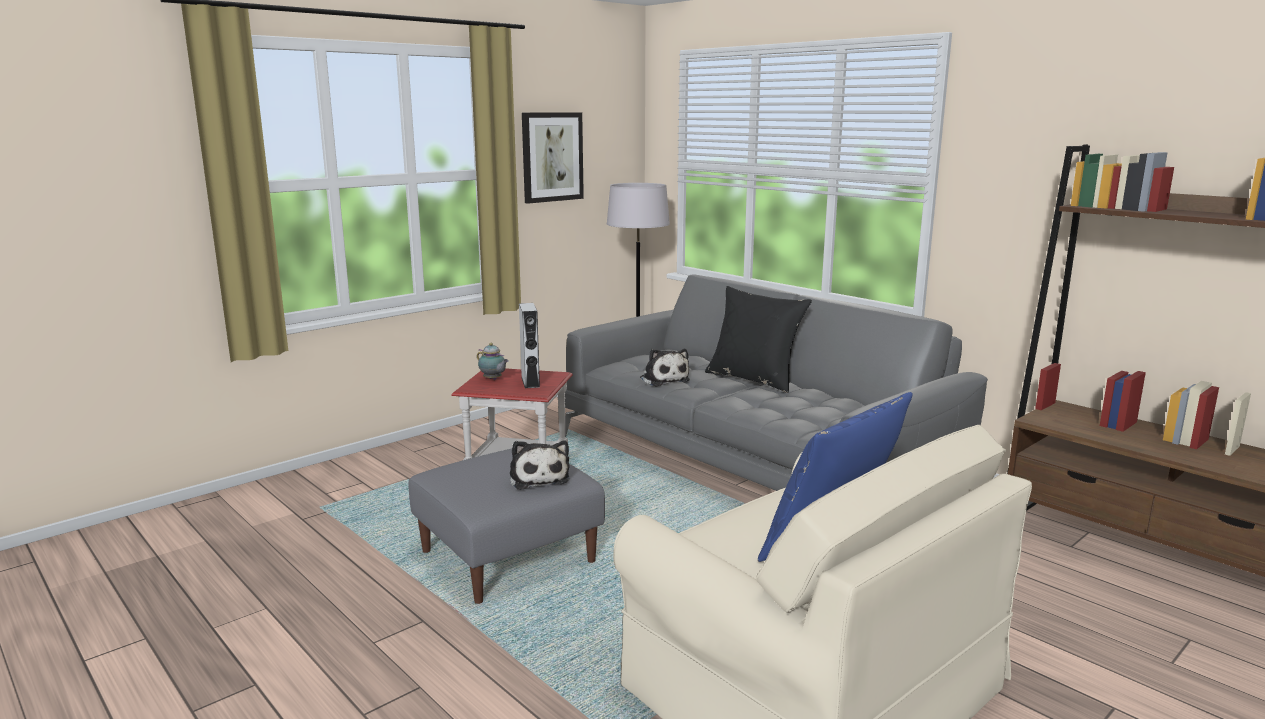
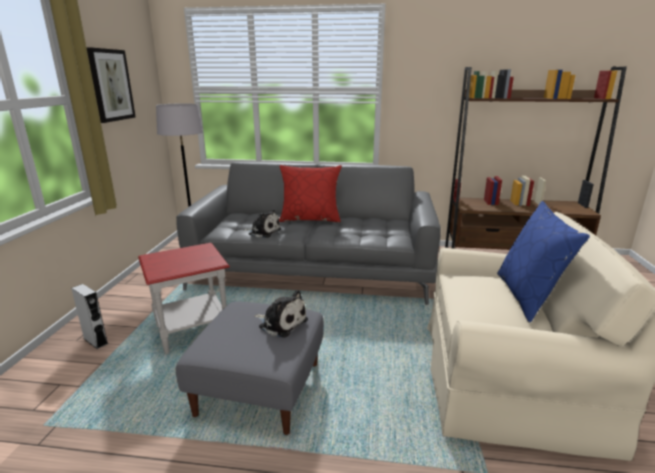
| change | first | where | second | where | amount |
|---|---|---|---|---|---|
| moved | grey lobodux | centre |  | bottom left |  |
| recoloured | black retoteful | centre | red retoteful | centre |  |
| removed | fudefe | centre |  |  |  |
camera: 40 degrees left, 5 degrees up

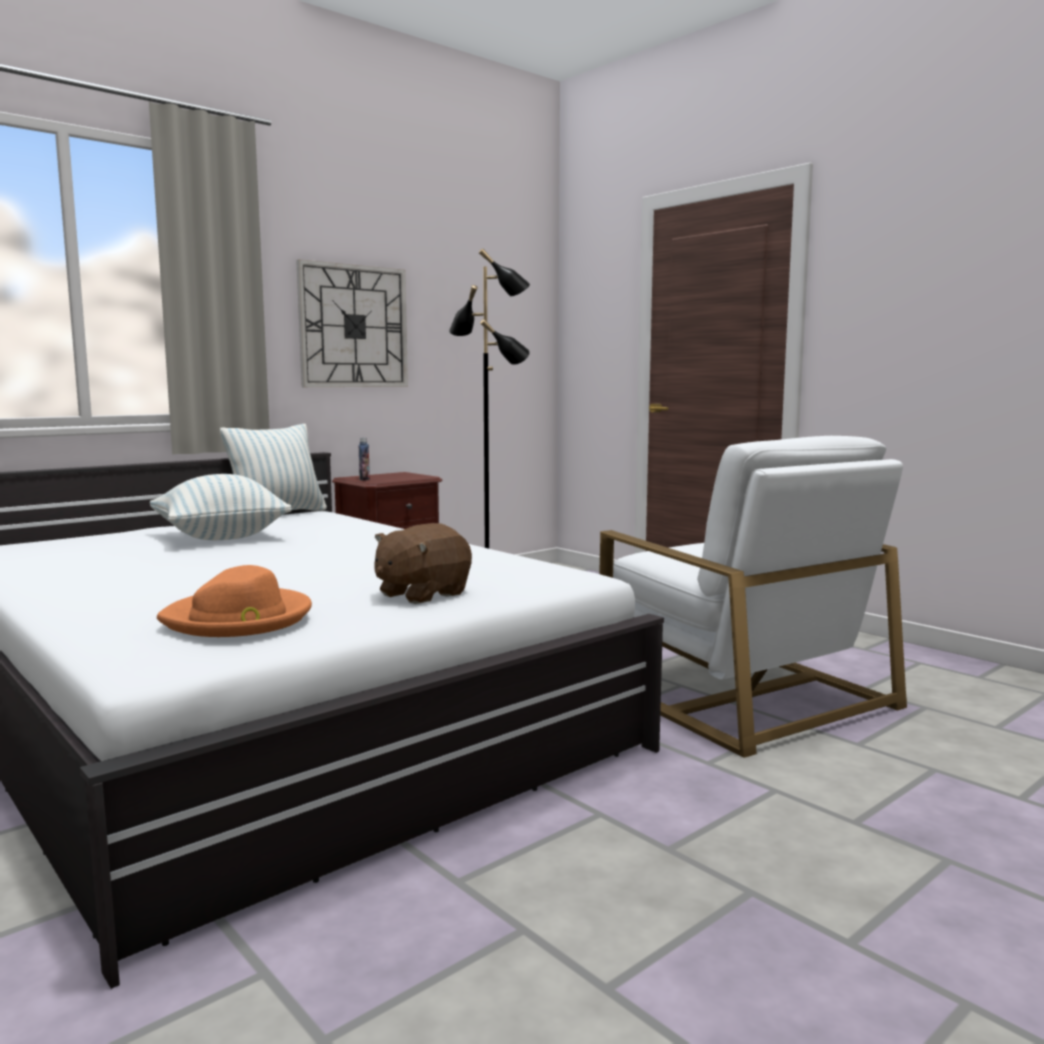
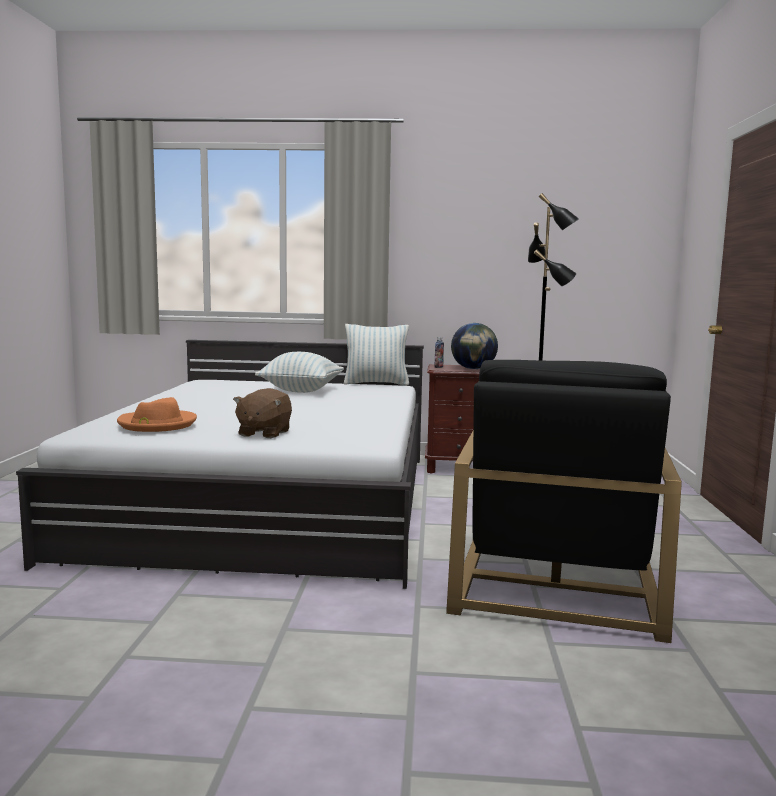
| change | first | where | second | where | amount |
|---|---|---|---|---|---|
| turned | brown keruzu | centre |  | centre | 75 degrees counterclockwise |
| recoloured | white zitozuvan | middle right | black zitozuvan | middle right |  |
| added |  |  | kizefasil | centre |  |
| removed | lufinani | top centre |  |  |  |
camera: 45 degrees right, 0 degrees up

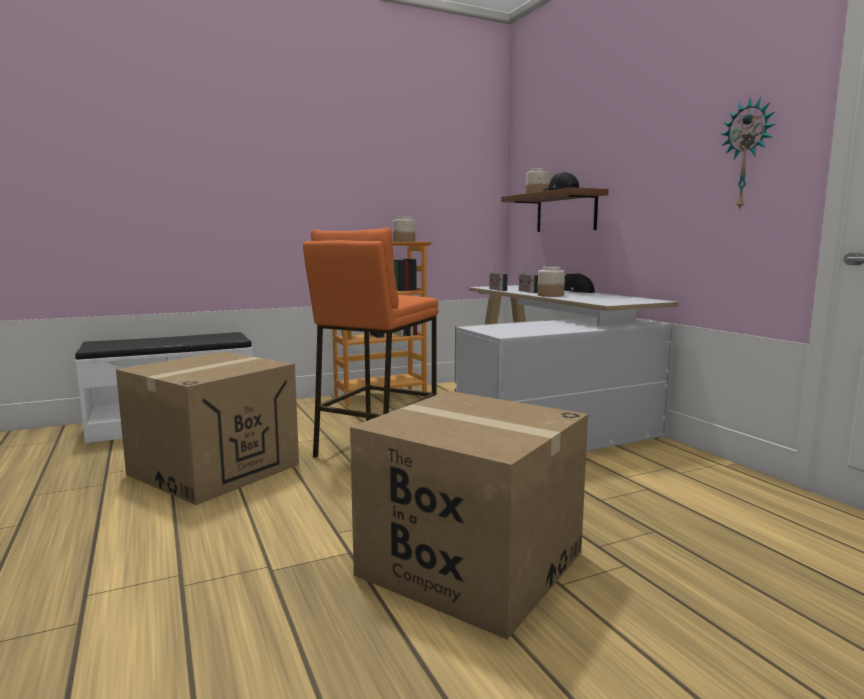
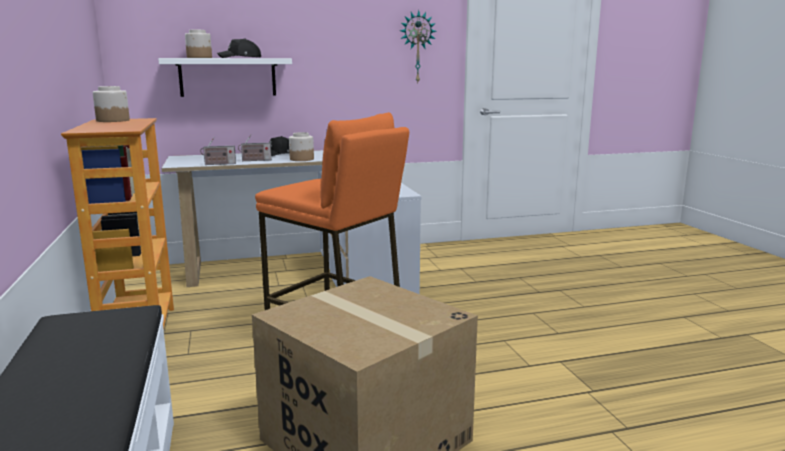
| change | first | where | second | where | amount |
|---|---|---|---|---|---|
| recoloured | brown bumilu | top centre | white bumilu | top left |  |
| removed | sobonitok (2nd from left) | bottom centre |  |  |  |
camera: 80 degrees left, 5 degrees up

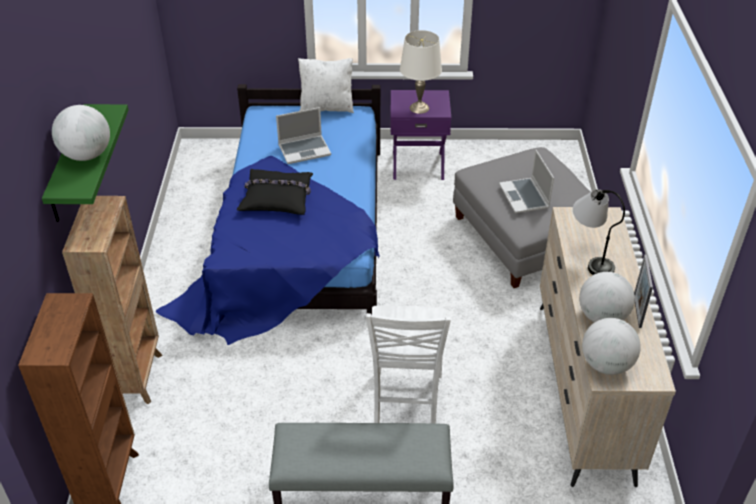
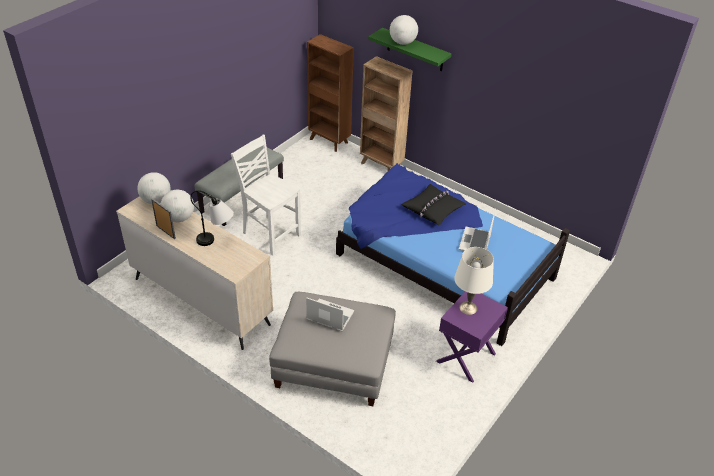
| change | first | where | second | where | amount |
|---|---|---|---|---|---|
| removed | white retoteful | top centre |  |  |  |
camera: 125 degrees right, 0 degrees up

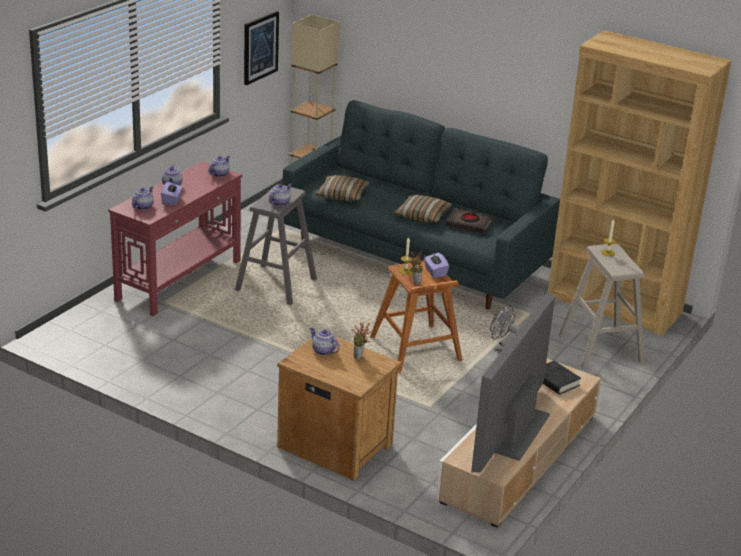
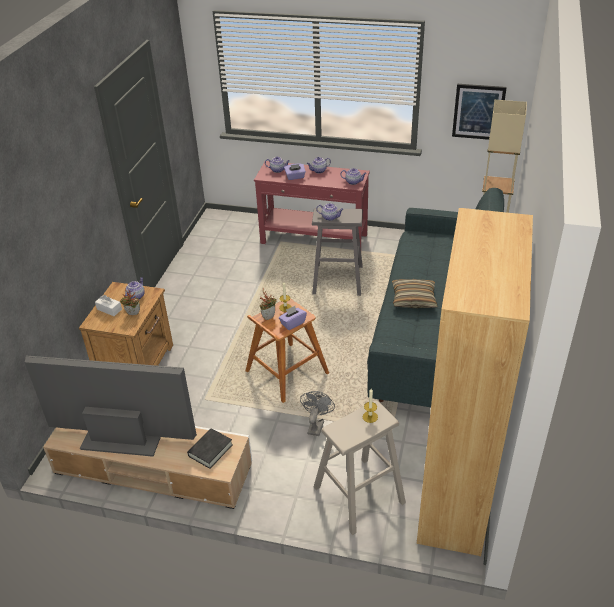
| change | first | where | second | where | amount |
|---|---|---|---|---|---|
| added |  |  | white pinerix | middle left |  |
| removed | retoteful (1st from left) | centre |  |  |  |
| removed | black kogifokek (1st from left) | centre |  |  |  |
camera: 75 degrees right, 10 degrees up

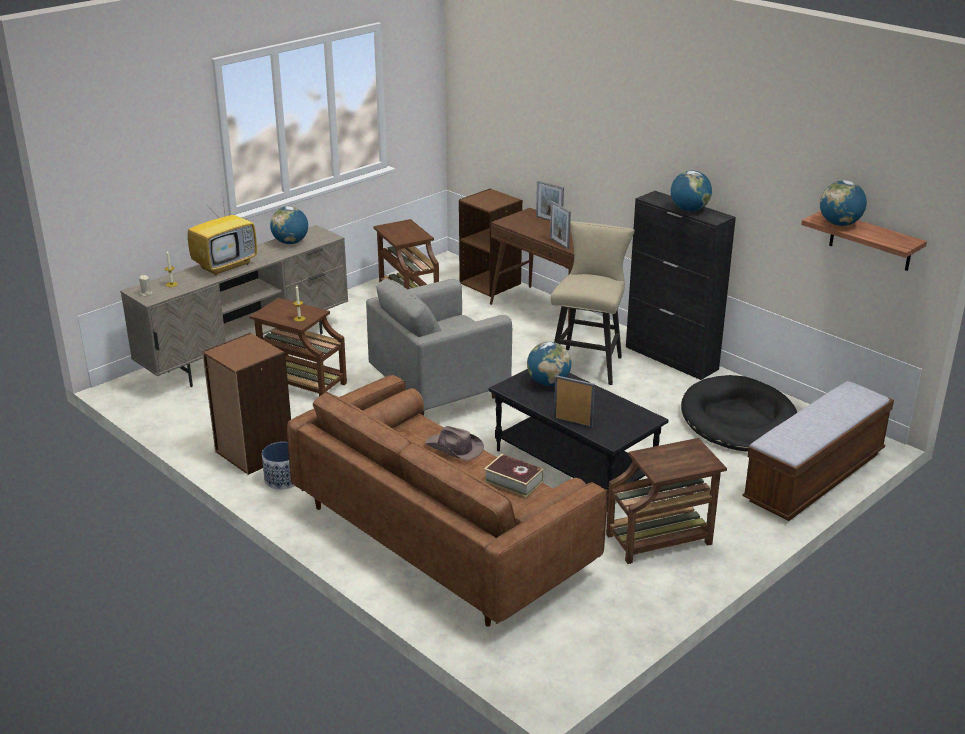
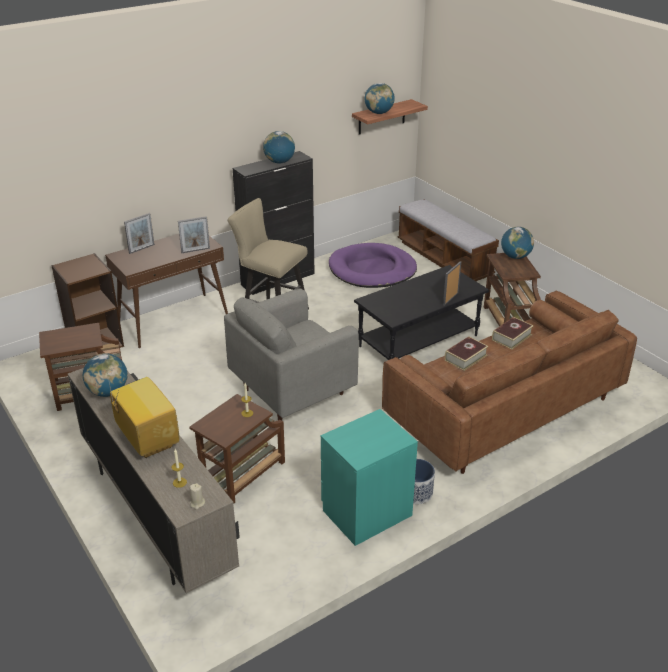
| change | first | where | second | where | amount |
|---|---|---|---|---|---|
| turned | grey zitozuvan | centre |  | centre | 75 degrees clockwise |
| replaced | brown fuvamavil (1st from left) | middle left | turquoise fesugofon | bottom centre |  |
| recoloured | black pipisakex | middle right | purple pipisakex | centre |  |
| replaced | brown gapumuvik | centre | kogifokek (1st from left) | middle right |  |
| moved | kizefasil (2nd from left in the first image) | centre | kizefasil (4th from left) | middle right |  |
camera: 80 degrees left, 5 degrees up

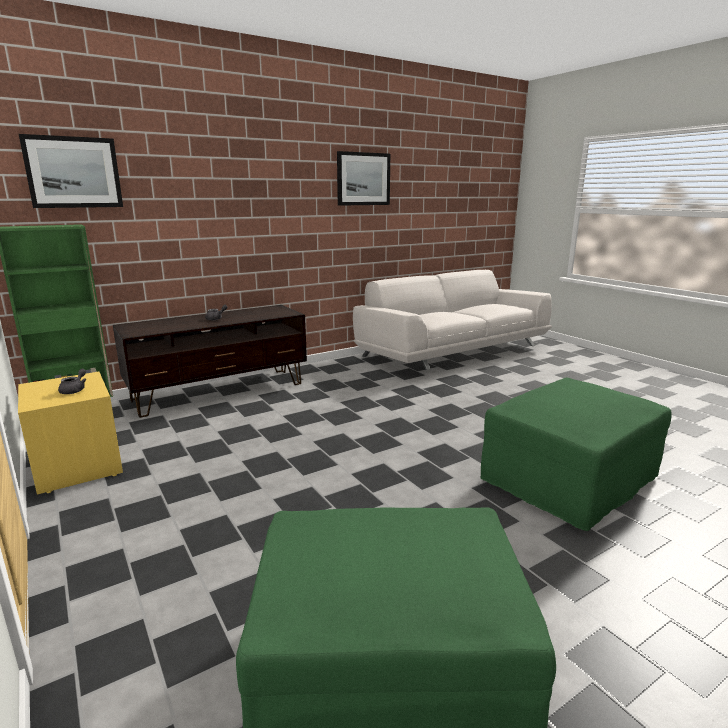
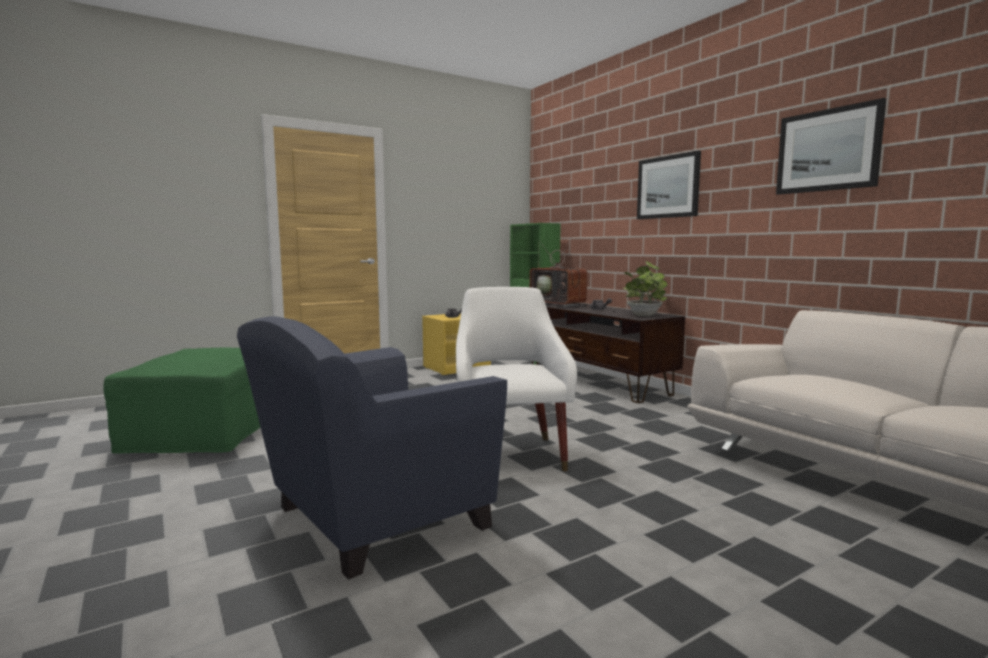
| change | first | where | second | where | amount |
|---|---|---|---|---|---|
| replaced | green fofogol (2nd from left) | middle right | blue zitozuvan | bottom centre |  |
| added |  |  | white zitozuvan | centre |  |
| added |  |  | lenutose | centre |  |
| added |  |  | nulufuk | centre |  |
| moved | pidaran (1st from left) | top left |  | top right |  |
camera: 90 degrees right, 10 degrees down

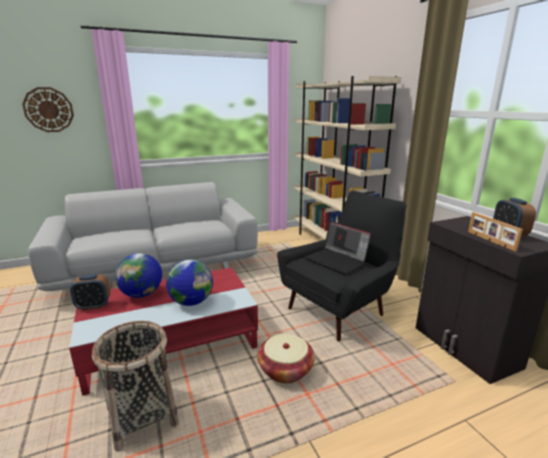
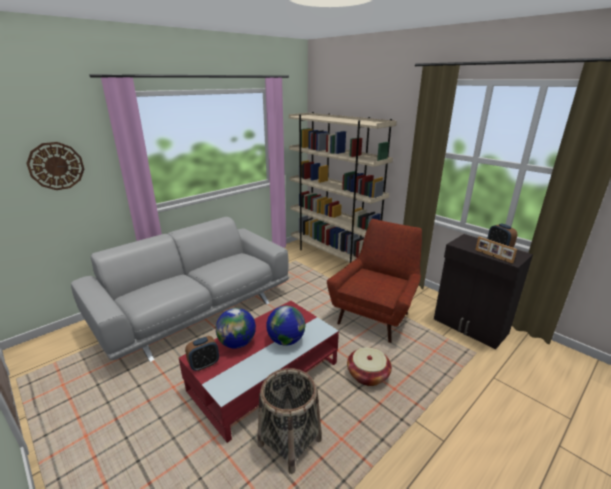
| change | first | where | second | where | amount |
|---|---|---|---|---|---|
| recoloured | black zitozuvan | centre | red zitozuvan | centre |  |
| removed | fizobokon | centre |  |  |  |
camera: 20 degrees left, 5 degrees up

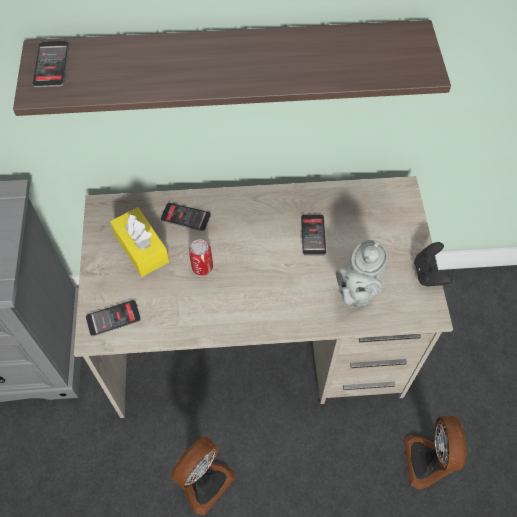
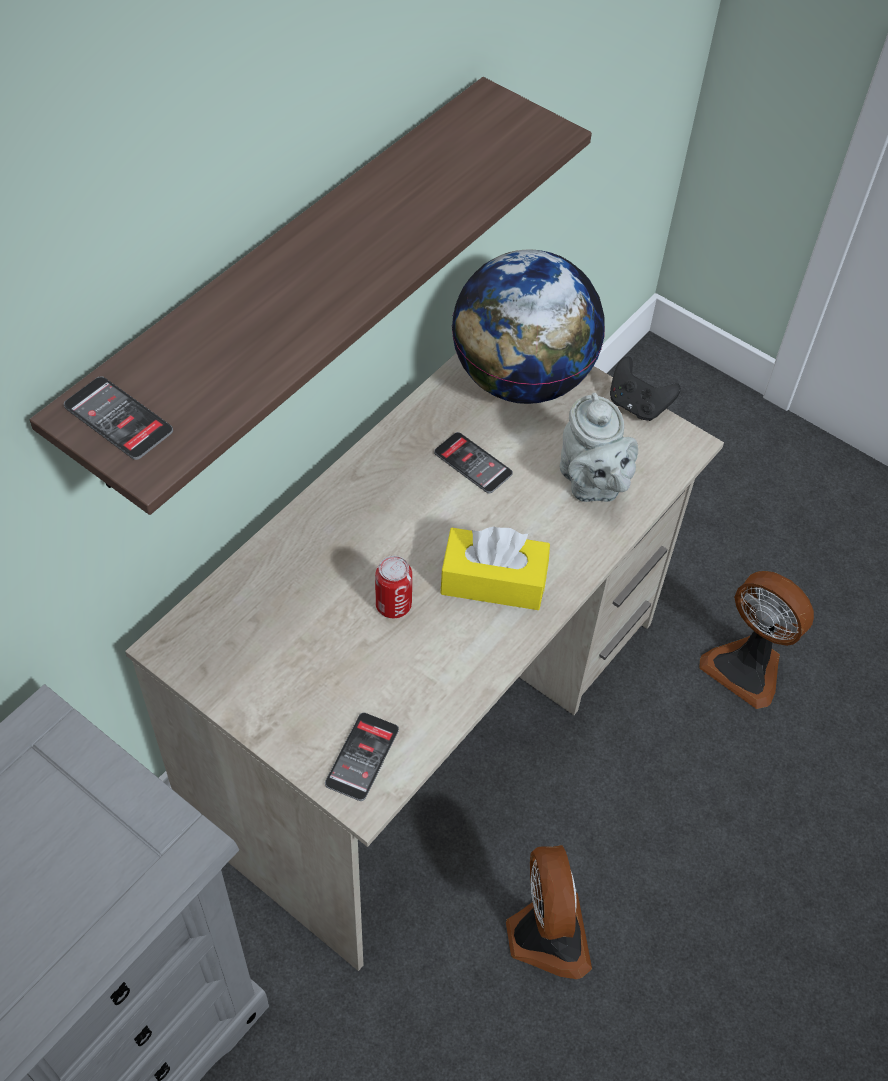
| change | first | where | second | where | amount |
|---|---|---|---|---|---|
| moved | yellow pinerix | middle left |  | centre |  |
| added |  |  | kizefasil | top centre |  |
| removed | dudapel (3rd from left) | centre |  |  |  |
camera: 50 degrees left, 5 degrees down

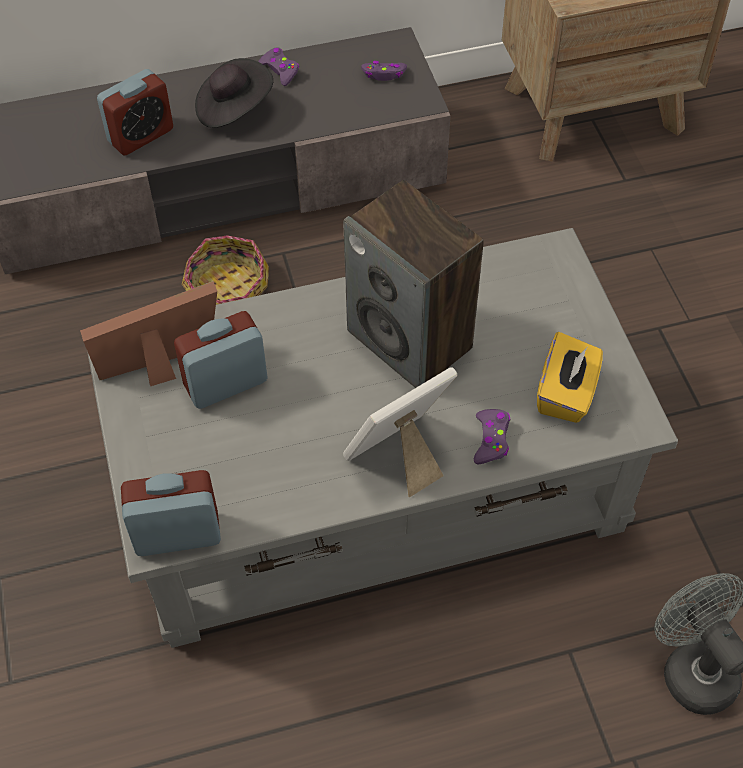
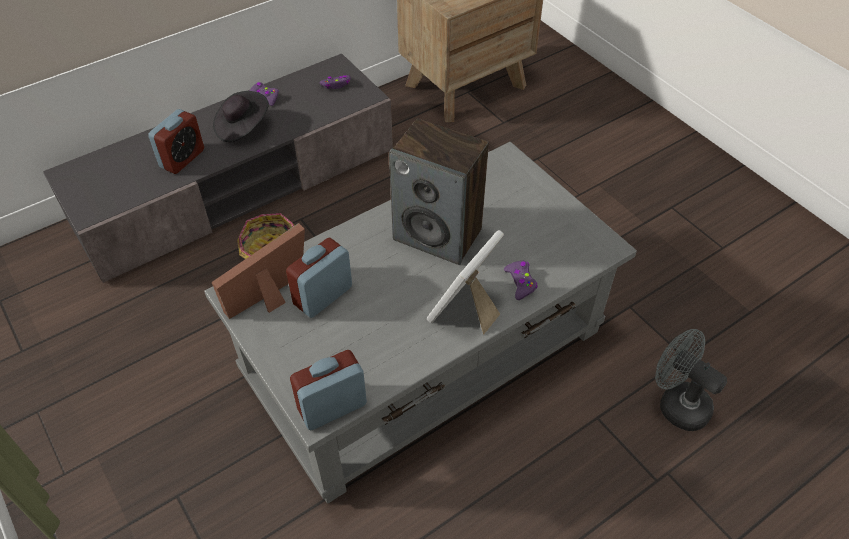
| change | first | where | second | where | amount |
|---|---|---|---|---|---|
| removed | yellow pinerix | middle right |  |  |  |
camera: 20 degrees left, 5 degrees down

